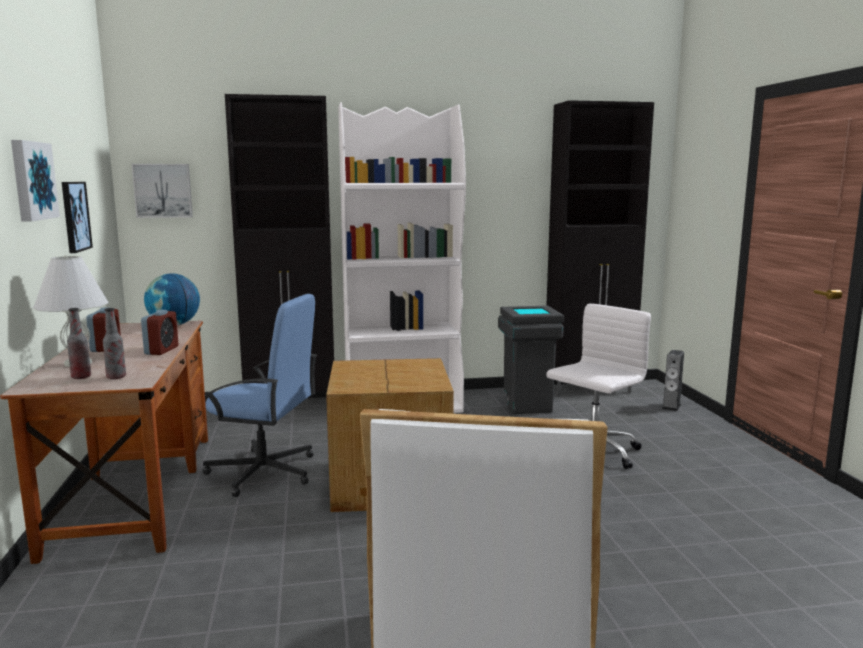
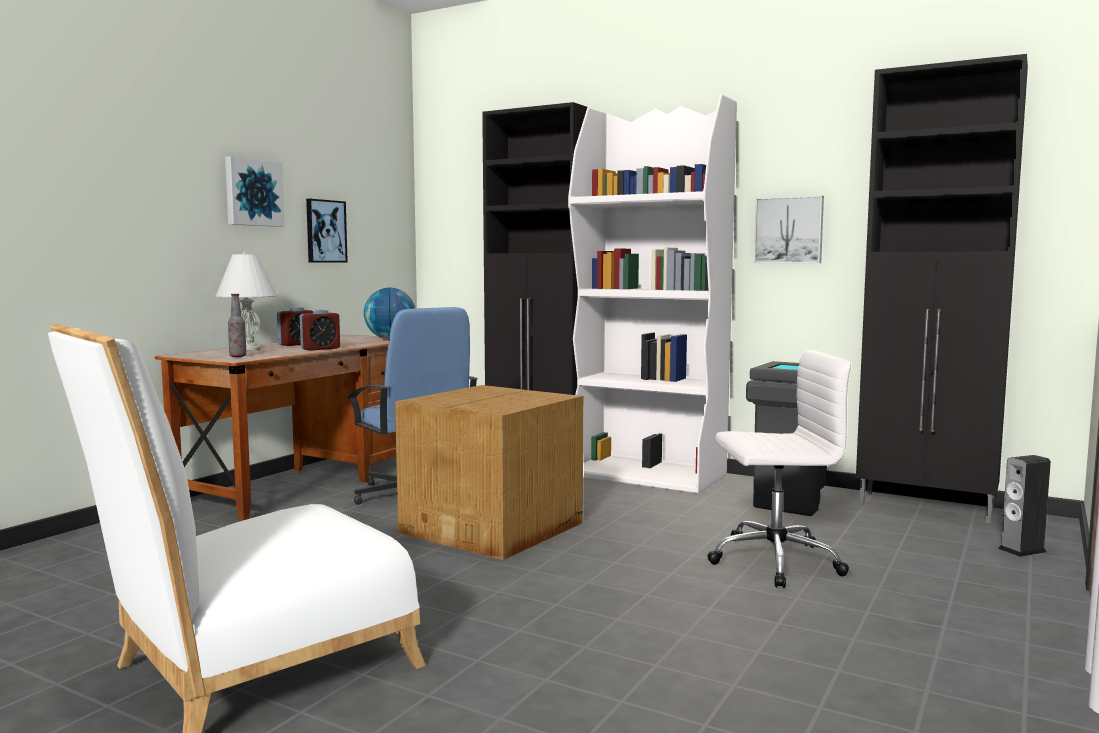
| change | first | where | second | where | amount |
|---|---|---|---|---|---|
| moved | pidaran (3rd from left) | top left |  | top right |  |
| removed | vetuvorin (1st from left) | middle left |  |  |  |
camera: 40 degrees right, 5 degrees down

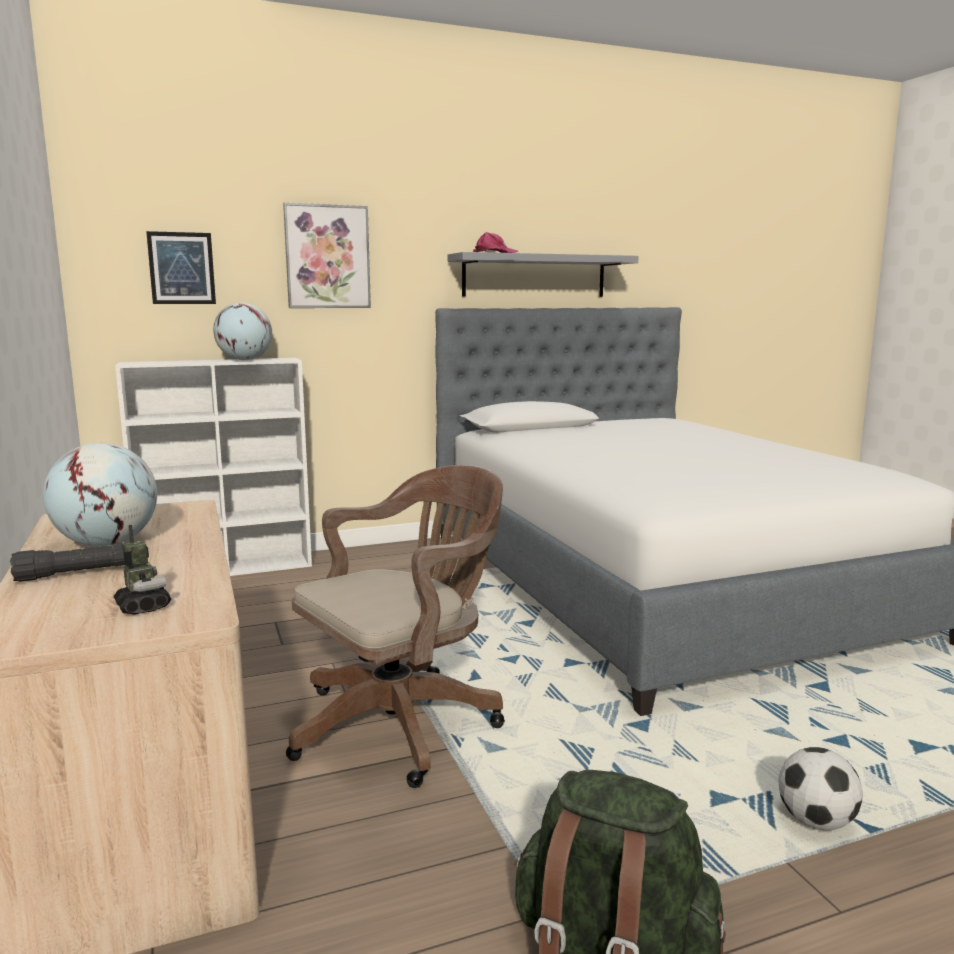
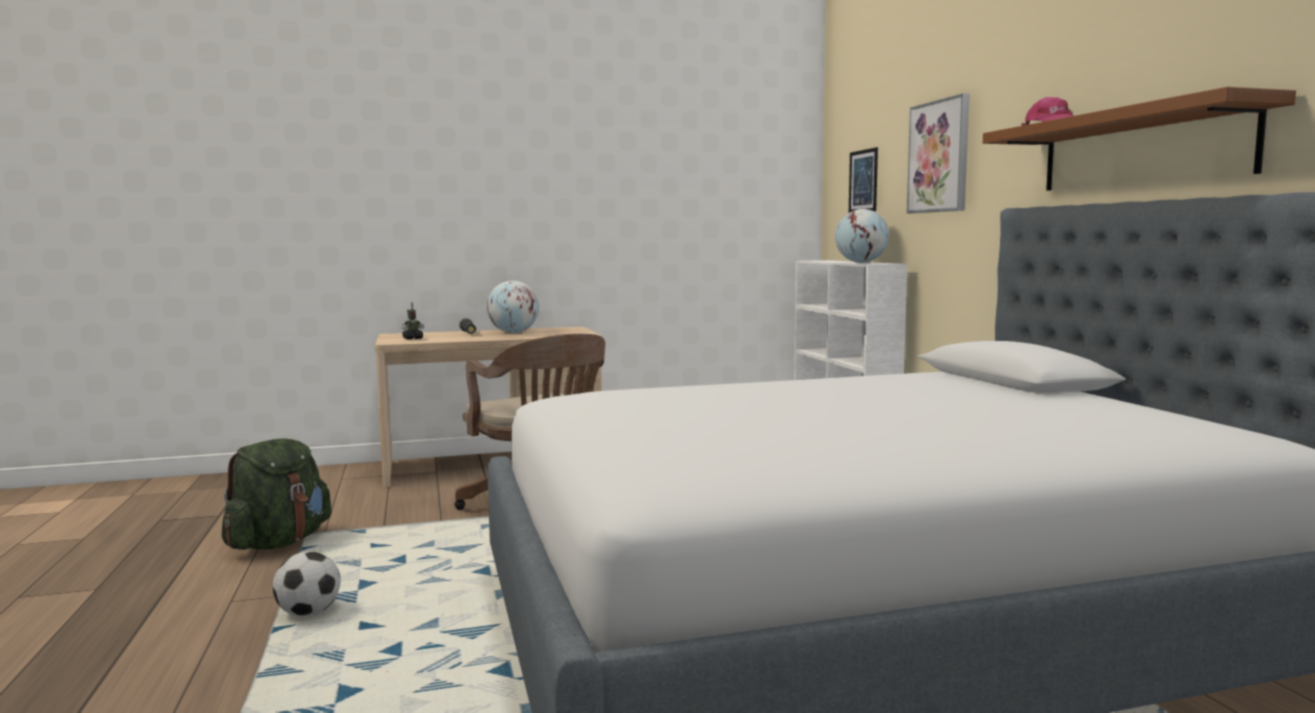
| change | first | where | second | where | amount |
|---|---|---|---|---|---|
| recoloured | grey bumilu | top centre | brown bumilu | top right |  |
camera: 95 degrees right, 5 degrees down

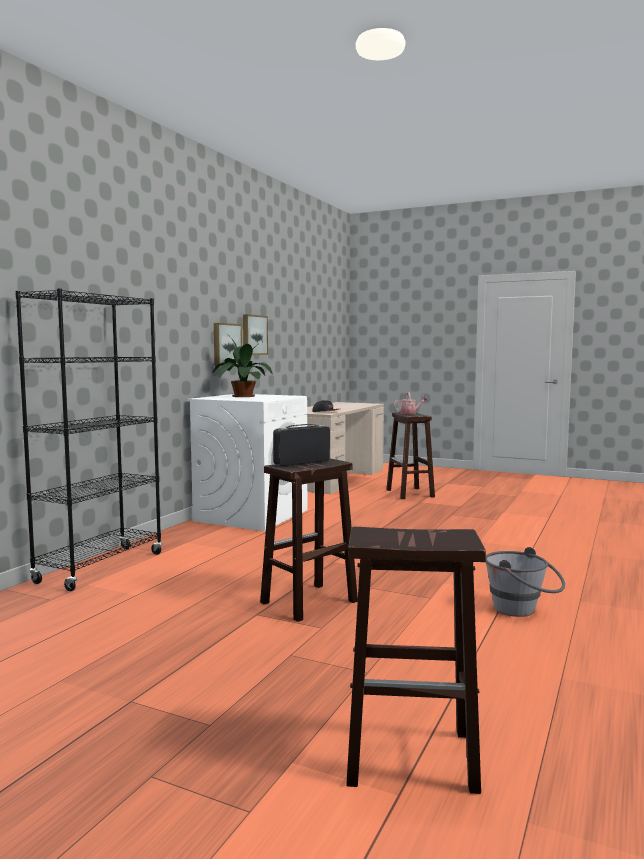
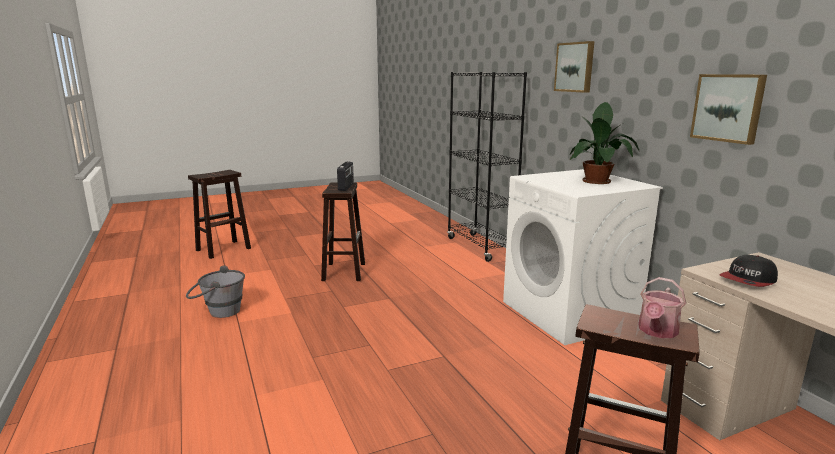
| change | first | where | second | where | amount |
|---|---|---|---|---|---|
| moved | pidaran (1st from left) | centre |  | top right |  |
camera: 130 degrees right, 10 degrees up

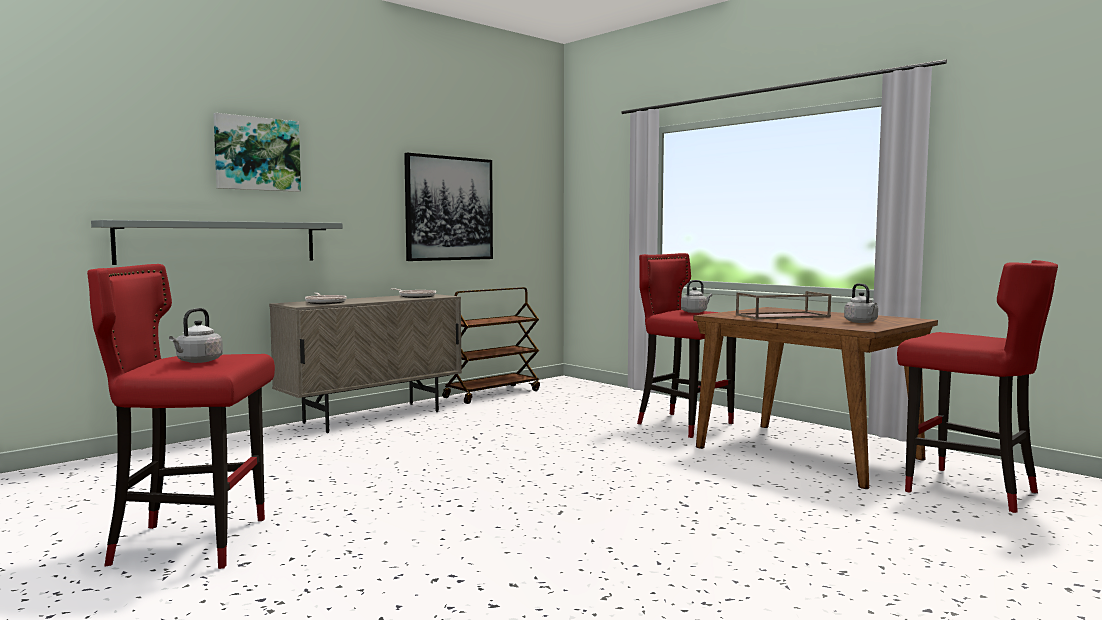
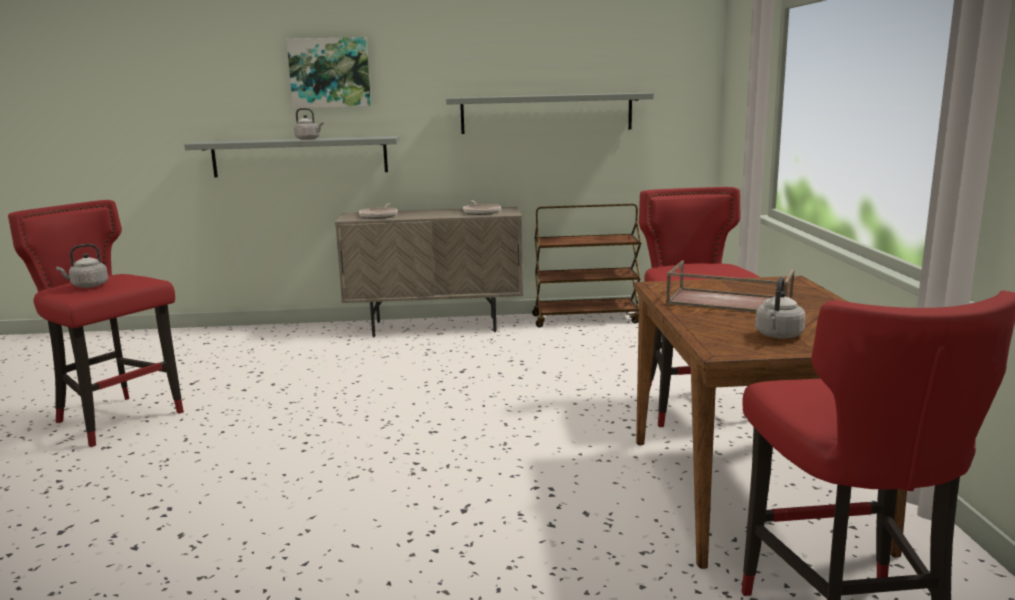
| change | first | where | second | where | amount |
|---|---|---|---|---|---|
| moved | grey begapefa (2nd from left) | centre |  | top left |  |
| replaced | pidaran (2nd from left) | centre | grey bumilu (2nd from left) | top centre |  |
camera: 40 degrees right, 10 degrees up

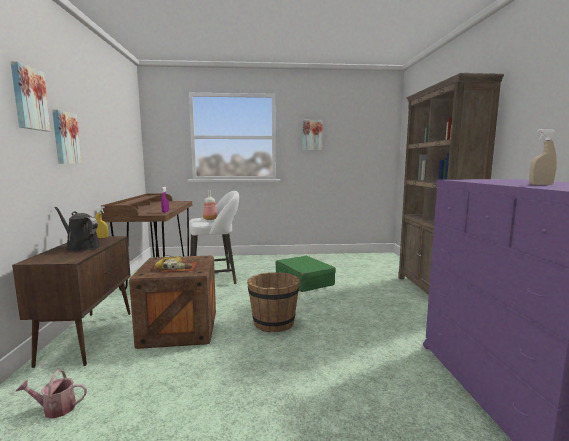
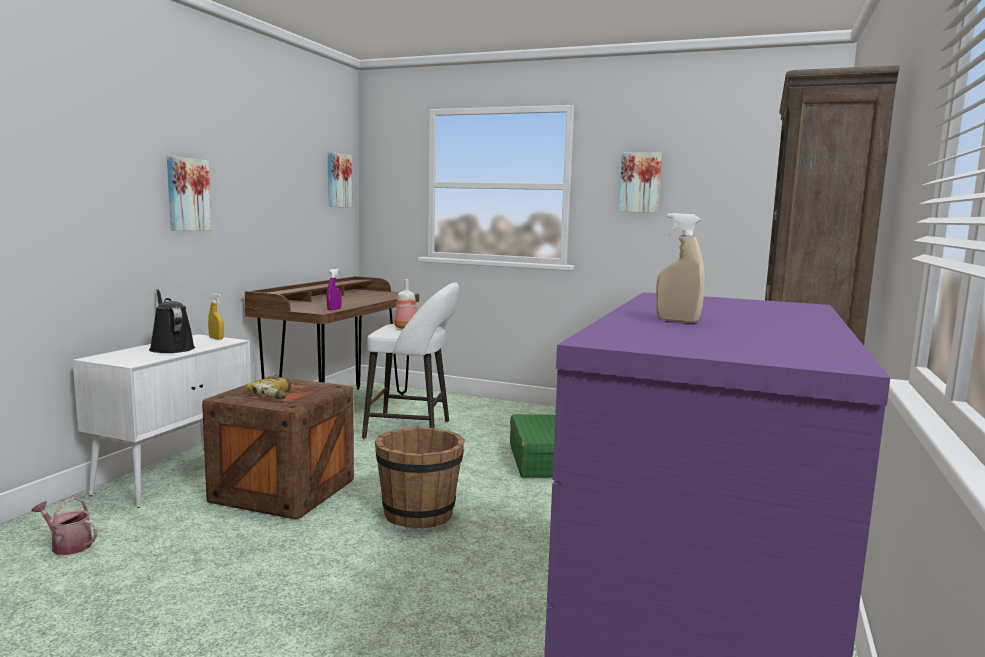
| change | first | where | second | where | amount |
|---|---|---|---|---|---|
| recoloured | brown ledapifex | bottom left | white ledapifex | middle left |  |
| moved | pidaran (1st from left in the first image) | top left | pidaran (2nd from left) | top centre |  |
camera: 25 degrees right, 0 degrees up

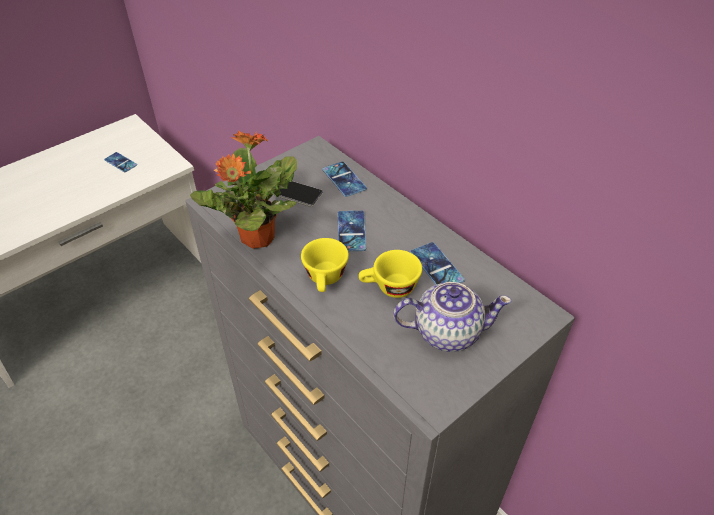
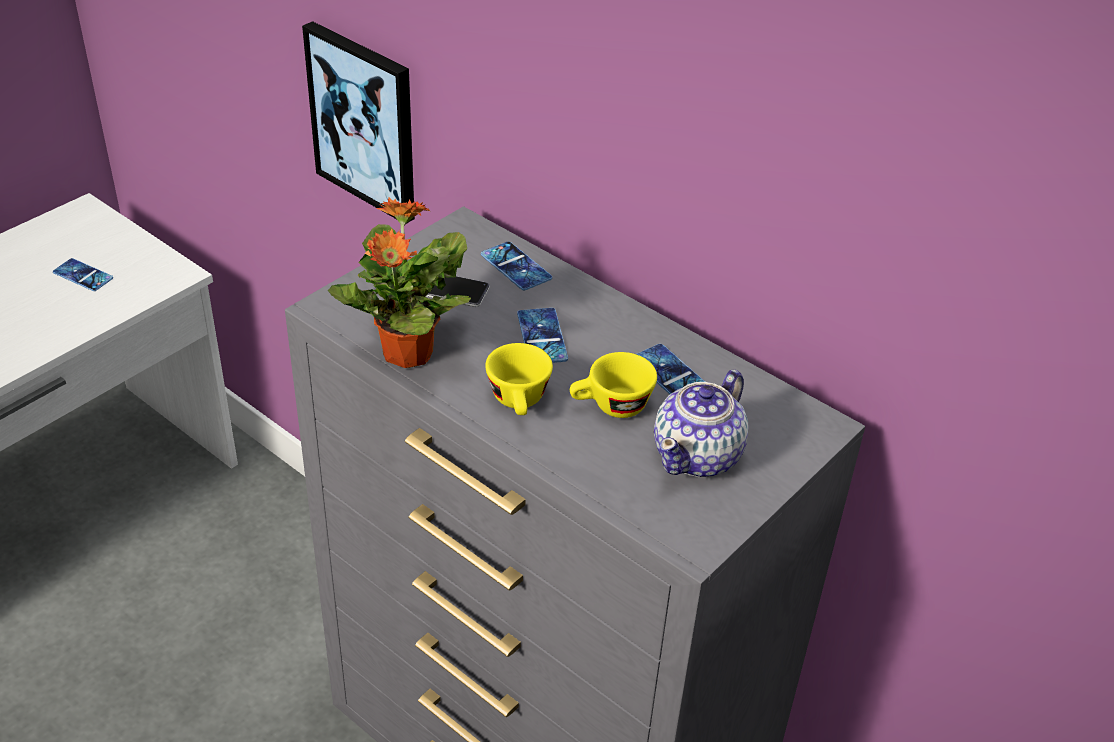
| change | first | where | second | where | amount |
|---|---|---|---|---|---|
| added |  |  | pidaran | top left |  |
| turned | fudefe | centre |  | centre | 135 degrees clockwise |
camera: 10 degrees left, 5 degrees down

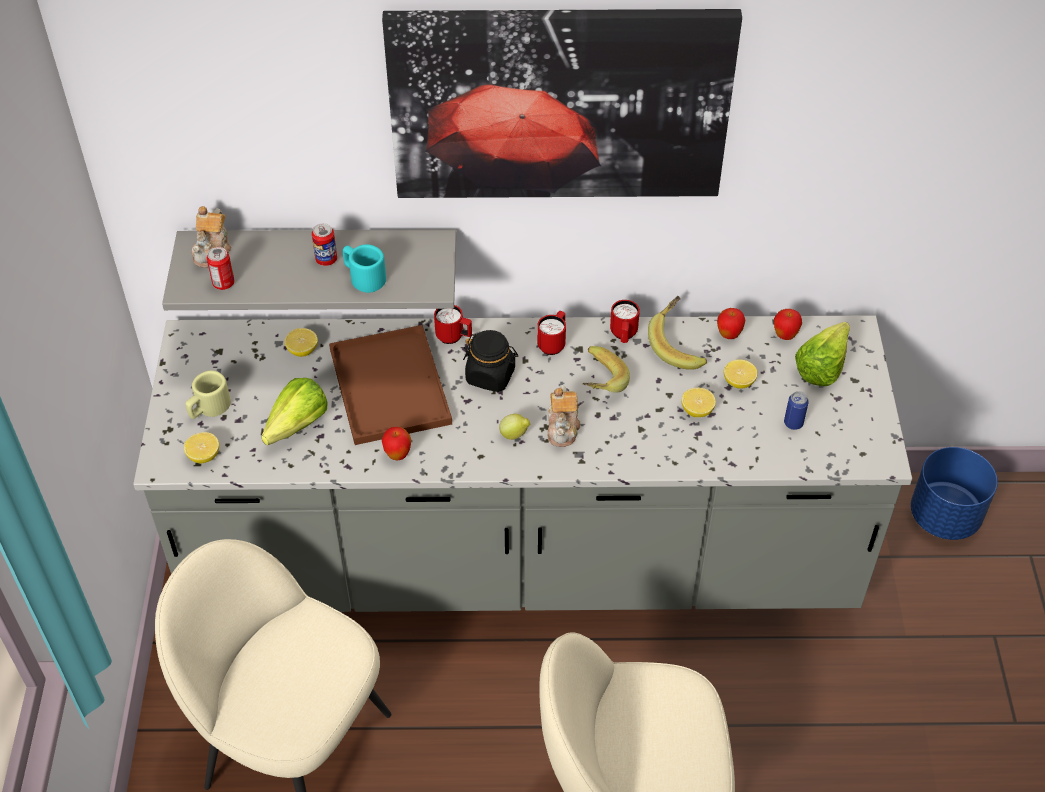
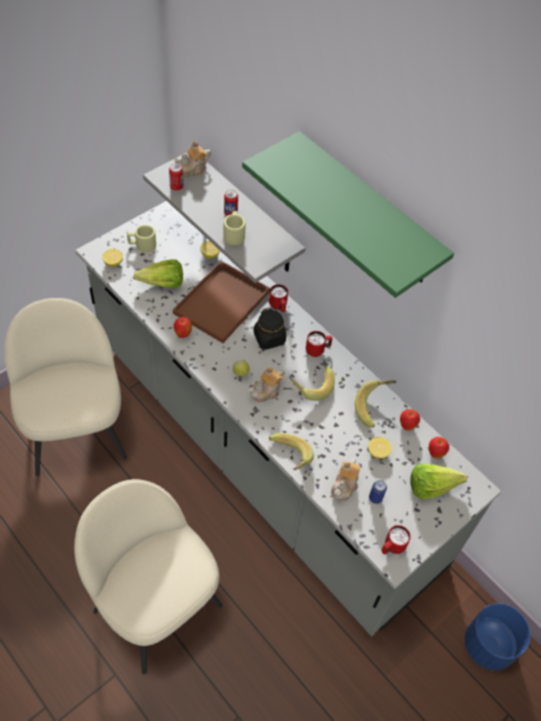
| change | first | where | second | where | amount |
|---|---|---|---|---|---|
| recoloured | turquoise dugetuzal | centre | beige dugetuzal (2nd from left) | top centre |  |
| replaced | pidaran | top centre | green bumilu | top centre |  |
| added |  |  | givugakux (1st from left) | centre |  |
| added |  |  | fudefe (3rd from left) | centre |  |
| moved | red dugetuzal (3rd from left) | centre |  | bottom right |  |
| removed | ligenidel (4th from left) | middle right |  |  |  |
camera: 45 degrees right, 5 degrees up

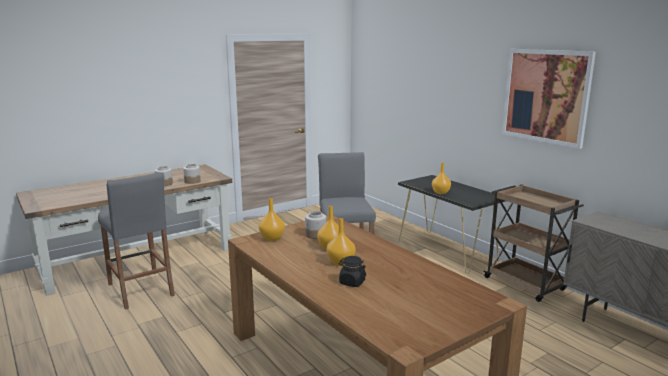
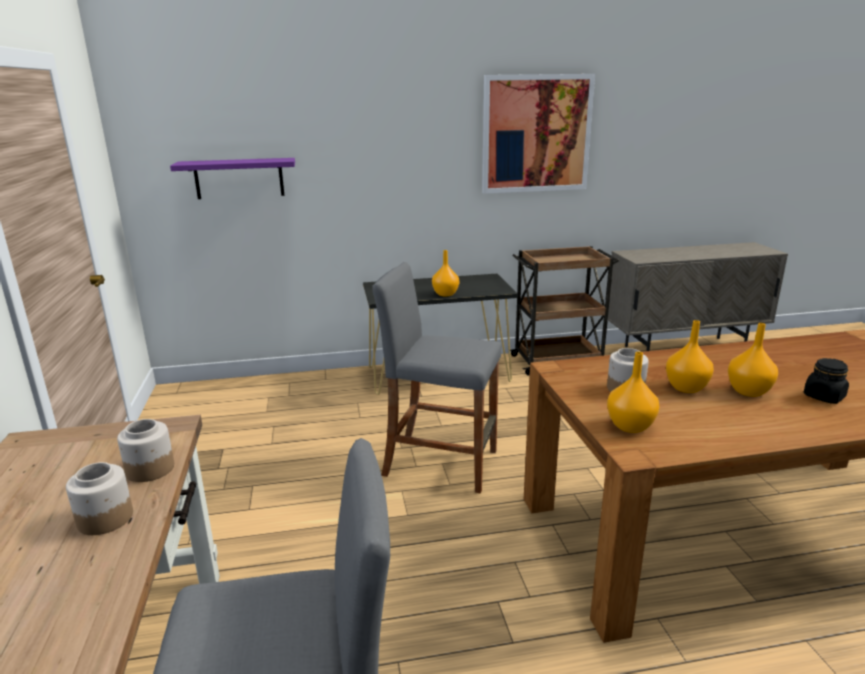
| change | first | where | second | where | amount |
|---|---|---|---|---|---|
| added |  |  | purple bumilu | top left |  |
camera: 65 degrees left, 5 degrees up

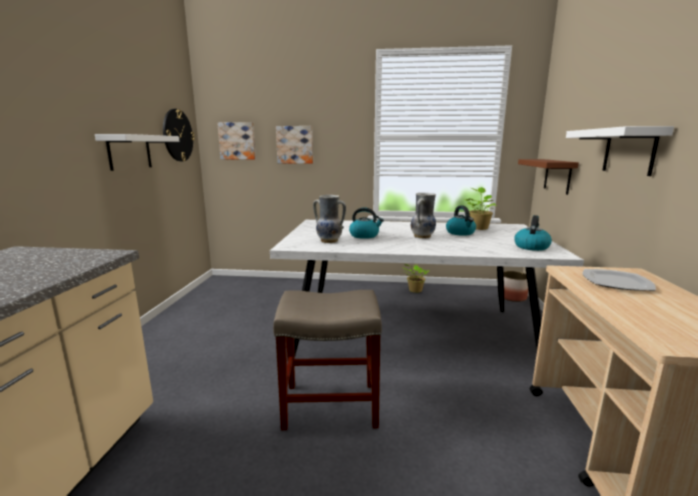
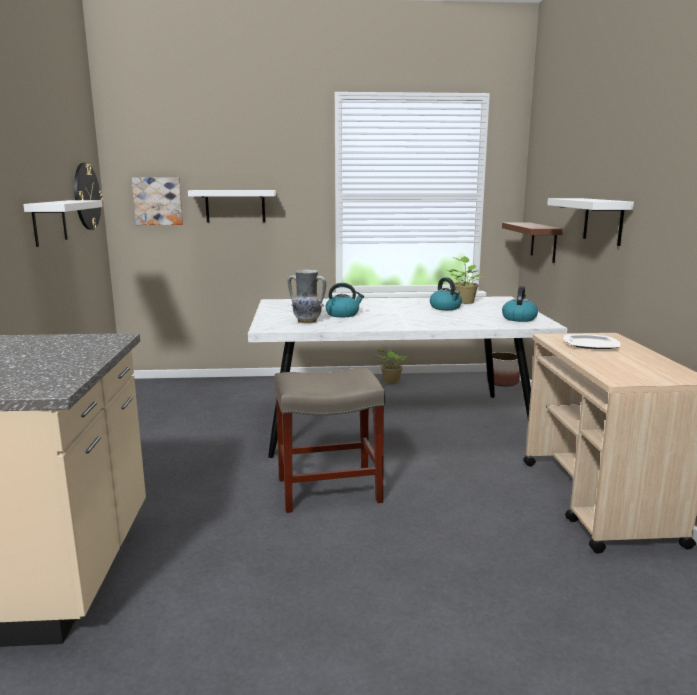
| change | first | where | second | where | amount |
|---|---|---|---|---|---|
| replaced | pidaran (2nd from left) | top centre | white bumilu (2nd from left) | top left |  |
| removed | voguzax (2nd from left) | centre |  |  |  |
camera: 10 degrees left, 0 degrees up

